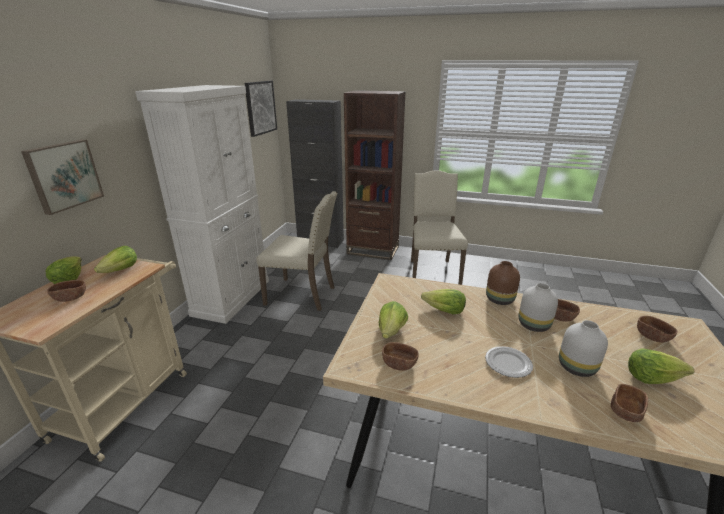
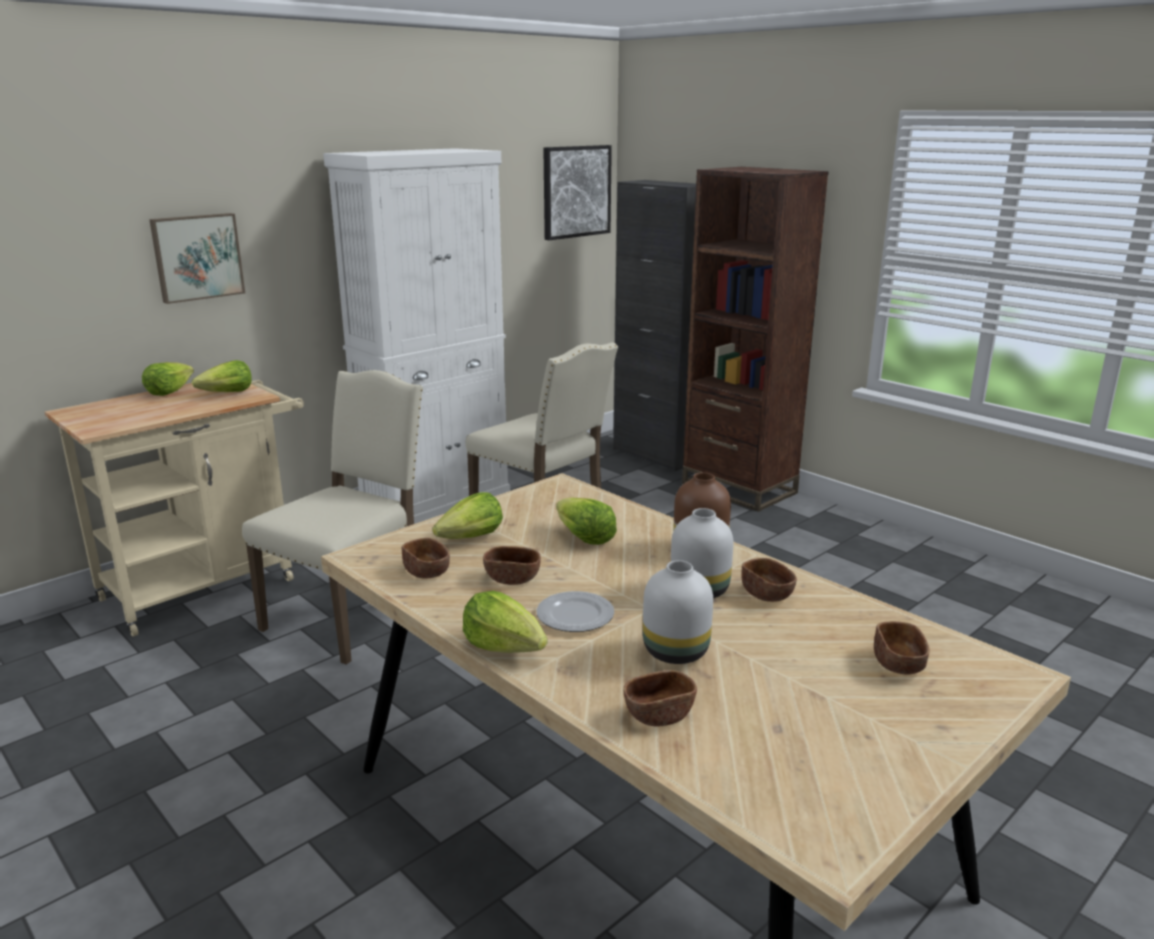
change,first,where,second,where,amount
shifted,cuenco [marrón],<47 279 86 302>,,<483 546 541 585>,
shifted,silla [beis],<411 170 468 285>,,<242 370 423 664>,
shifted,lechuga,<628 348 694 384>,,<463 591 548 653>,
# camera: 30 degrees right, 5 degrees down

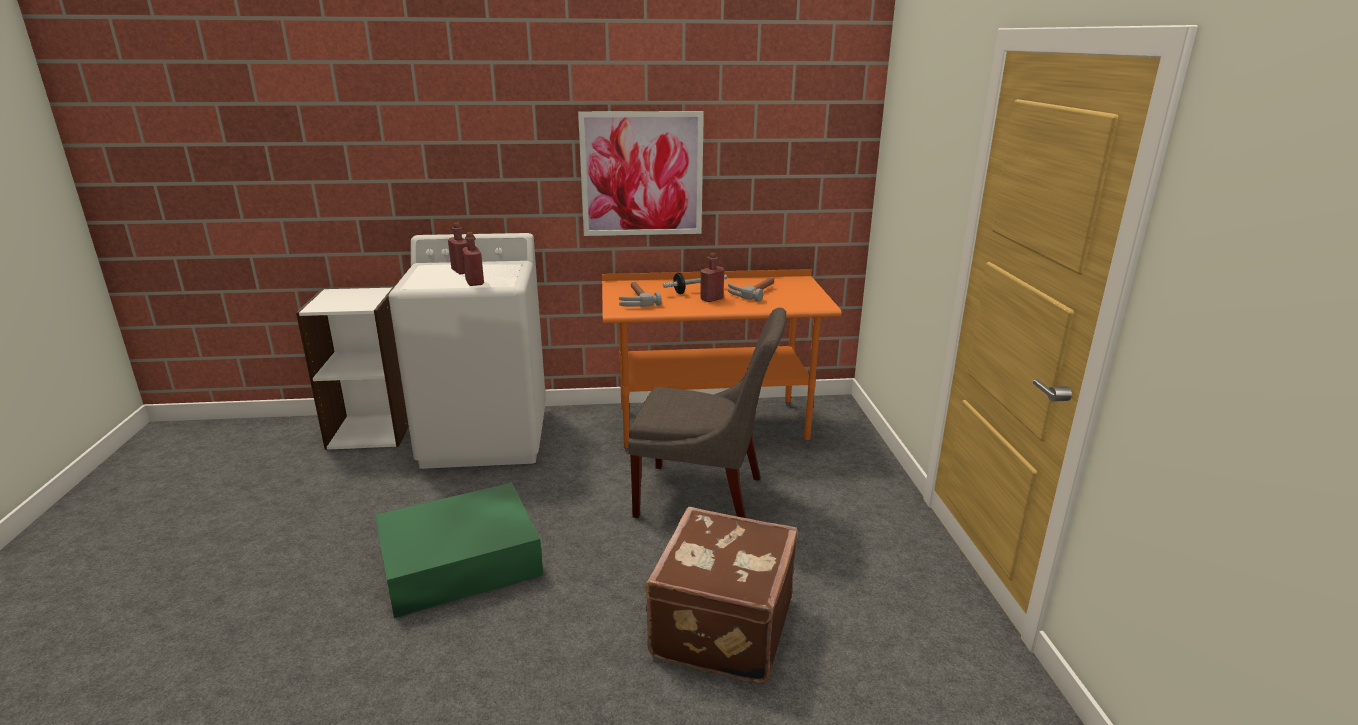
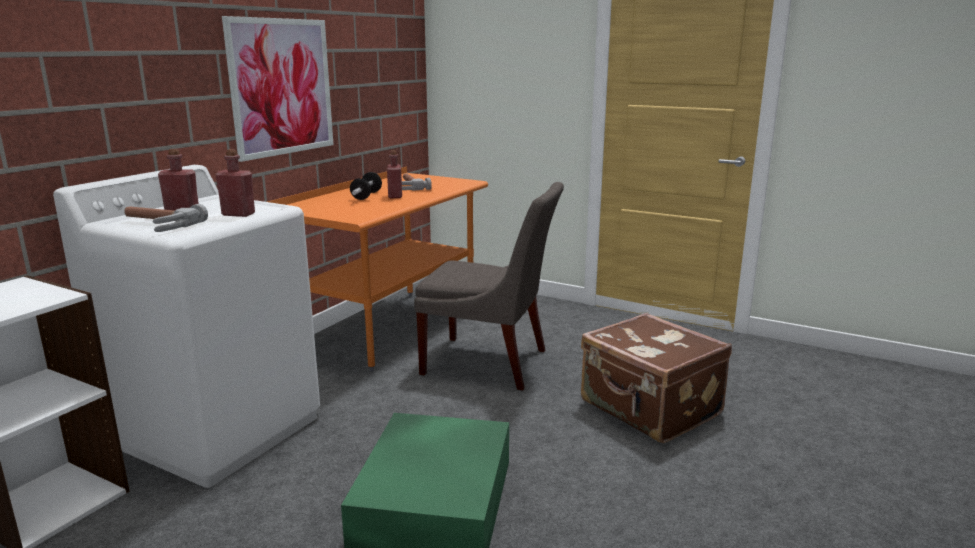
change,first,where,second,where,amount
shifted,martillo,<619 282 662 307>,,<124 204 208 232>,
rotated,silla [gris],<628 308 786 518>,,<414 182 564 390>,60 degrees clockwise
# camera: 55 degrees left, 5 degrees down

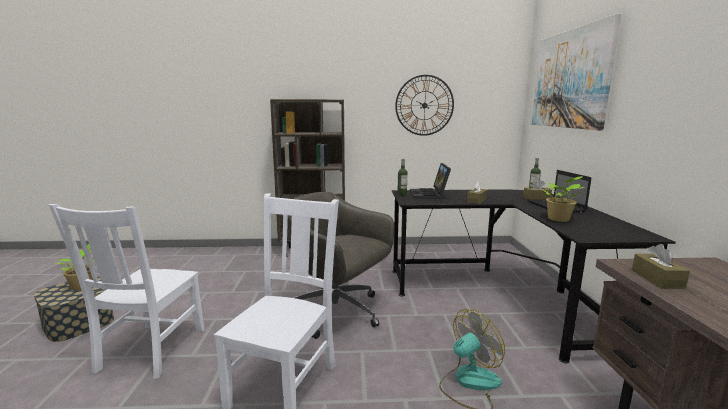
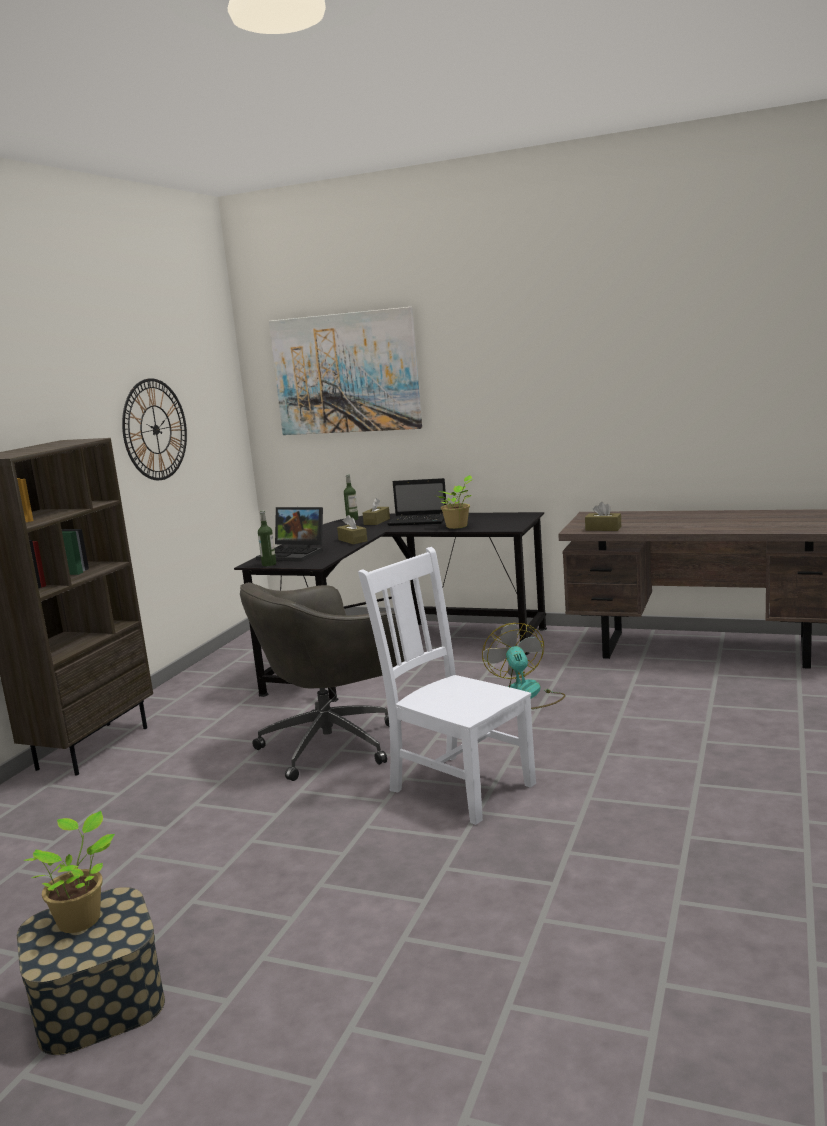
change,first,where,second,where,amount
gone,silla [blanco],<49 204 204 379>,,,
# camera: 65 degrees left, 0 degrees up

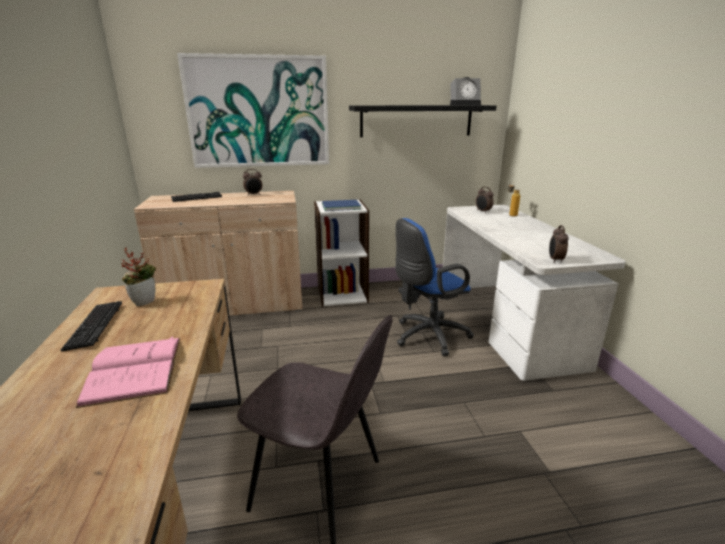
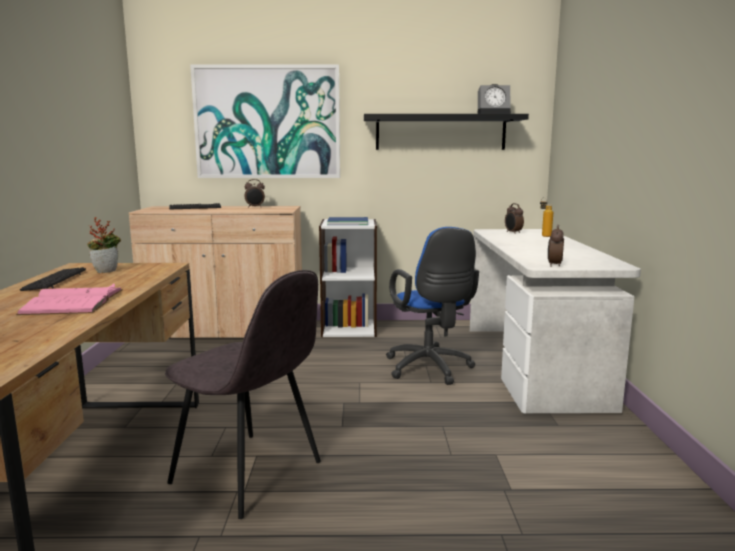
change,first,where,second,where,amount
rotated,silla de oficina [azul],<395 218 474 356>,,<386 227 479 385>,90 degrees counterclockwise
# camera: 10 degrees right, 10 degrees down

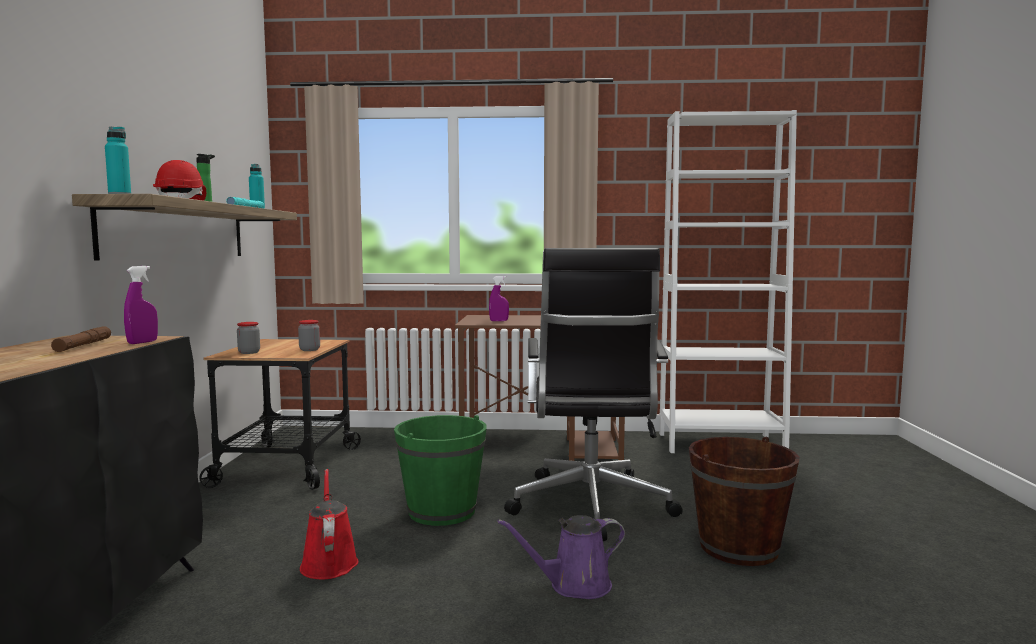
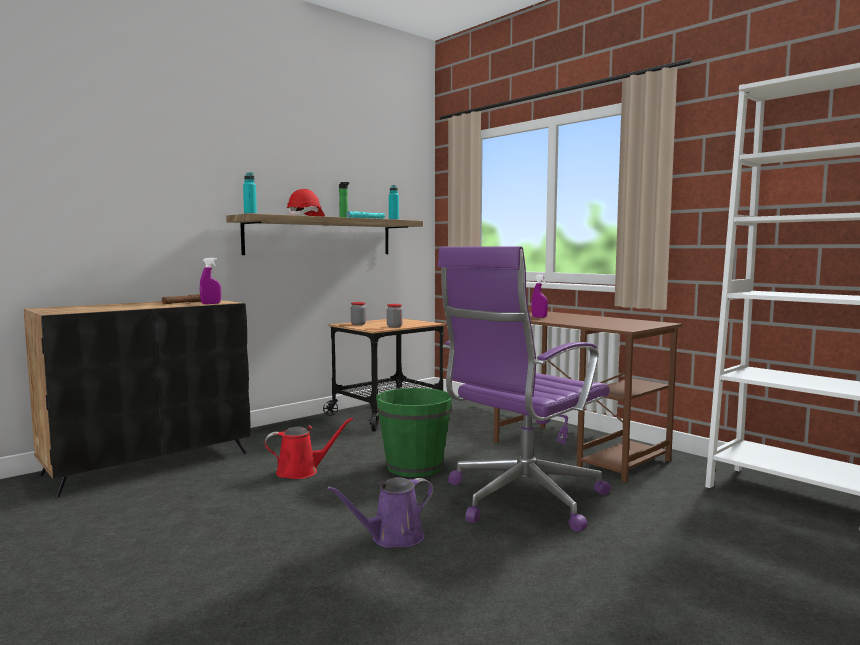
change,first,where,second,where,amount
rotated,regadera [rojo],<300 469 359 579>,,<265 418 353 479>,45 degrees clockwise
rotated,regadera [morado],<497 515 625 599>,,<326 477 433 548>,60 degrees counterclockwise
repainted,silla de oficina [negro],<504 248 683 541>,silla de oficina [morado],<437 246 611 532>,
gone,cubo [marrón],<689 437 800 566>,,,
# camera: 45 degrees right, 0 degrees up

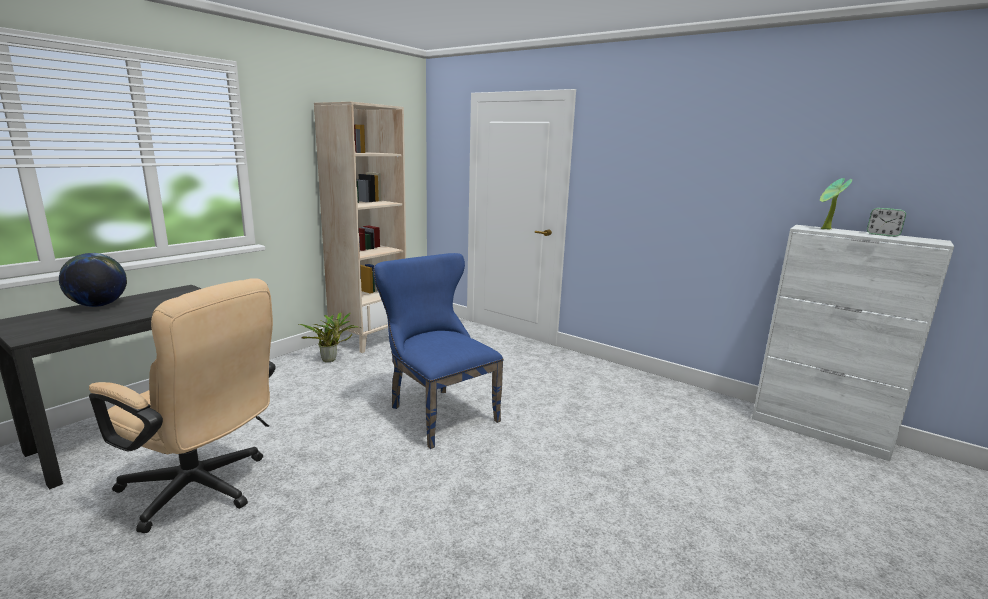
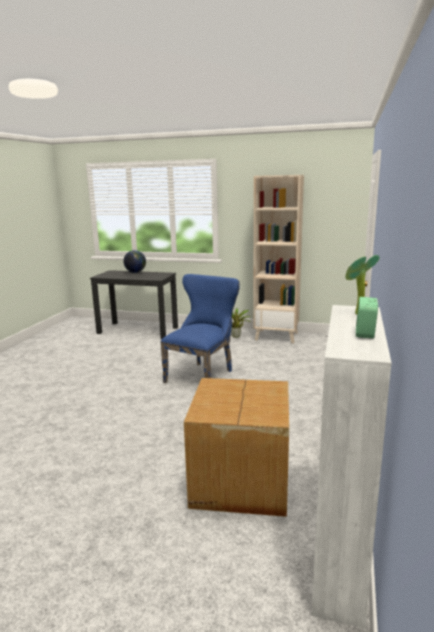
change,first,where,second,where,amount
gone,silla de oficina [beis],<89 278 276 533>,,,
new,,,caja de cartón,<184 378 289 517>,
# camera: 70 degrees right, 0 degrees up

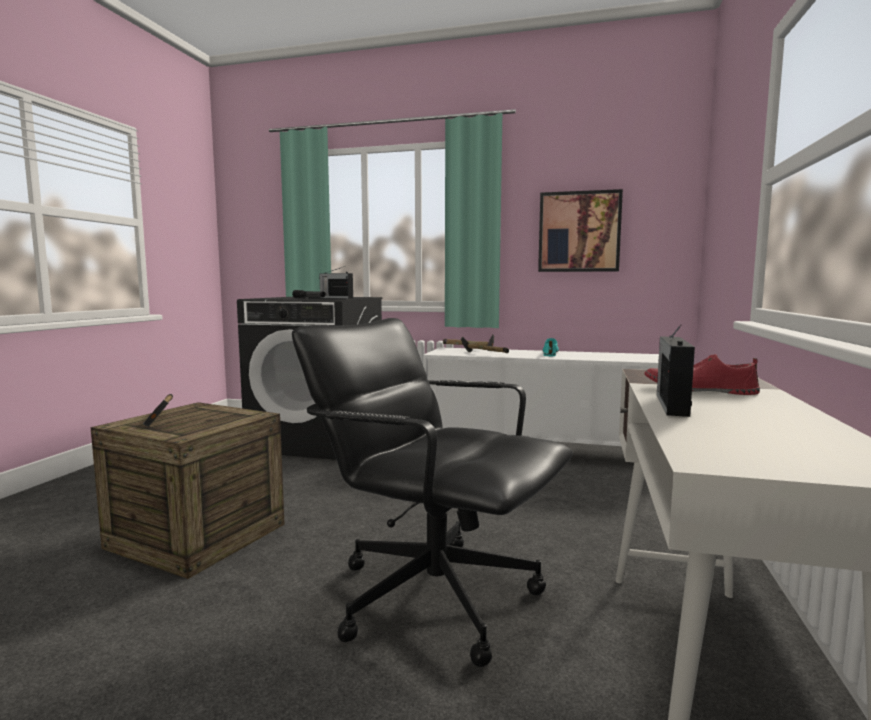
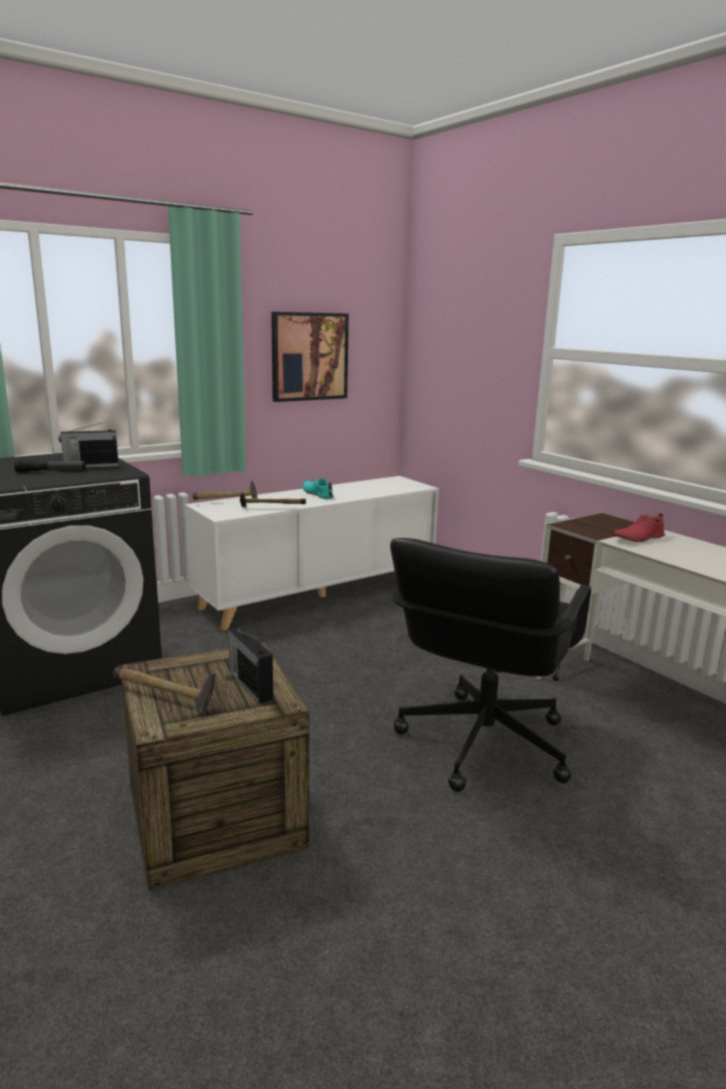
change,first,where,second,where,amount
rotated,silla de oficina [negro],<292 318 573 667>,,<390 538 591 792>,45 degrees counterclockwise
shifted,radio,<657 325 695 417>,,<228 627 273 704>,
# camera: 50 degrees left, 10 degrees up

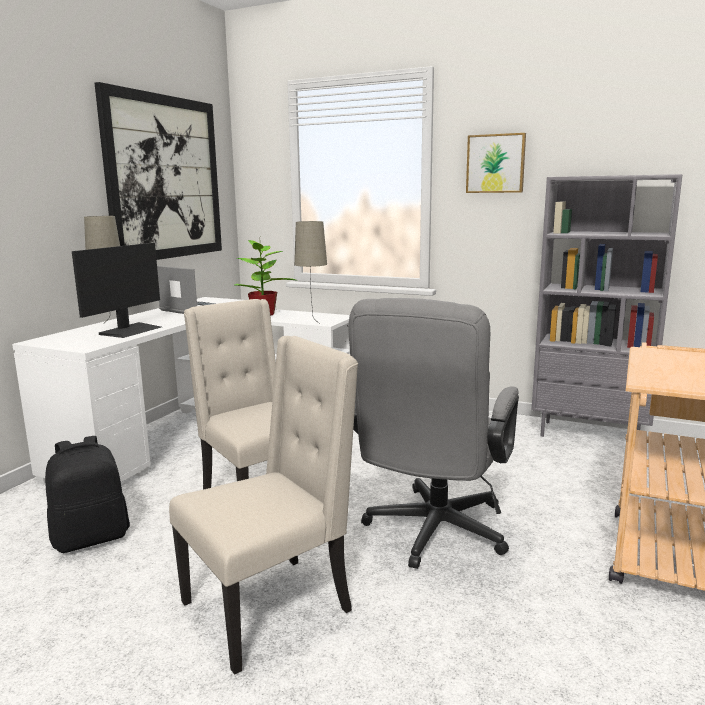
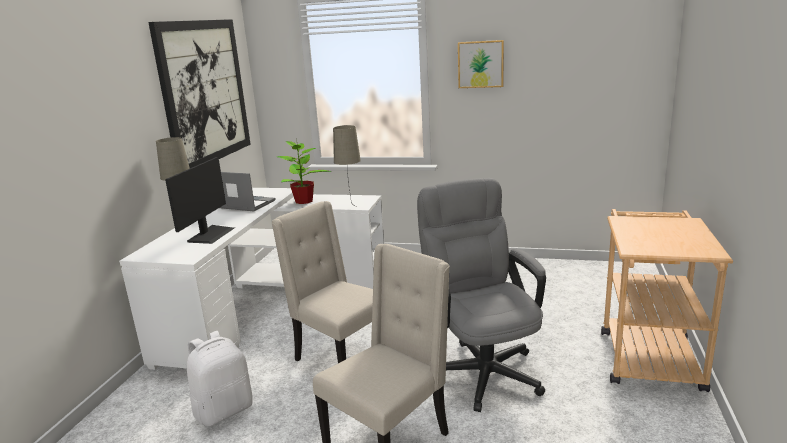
change,first,where,second,where,amount
repainted,mochila [negro],<45 436 130 553>,mochila [blanco],<187 331 253 426>,
rotated,silla de oficina [gris],<349 298 519 569>,,<417 178 546 412>,150 degrees clockwise
gone,estantería [gris],<532 174 683 437>,,,
# camera: 10 degrees left, 5 degrees up

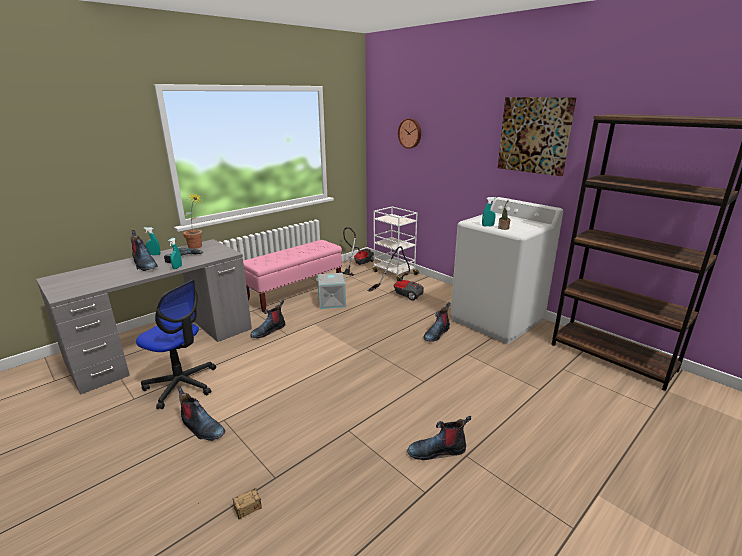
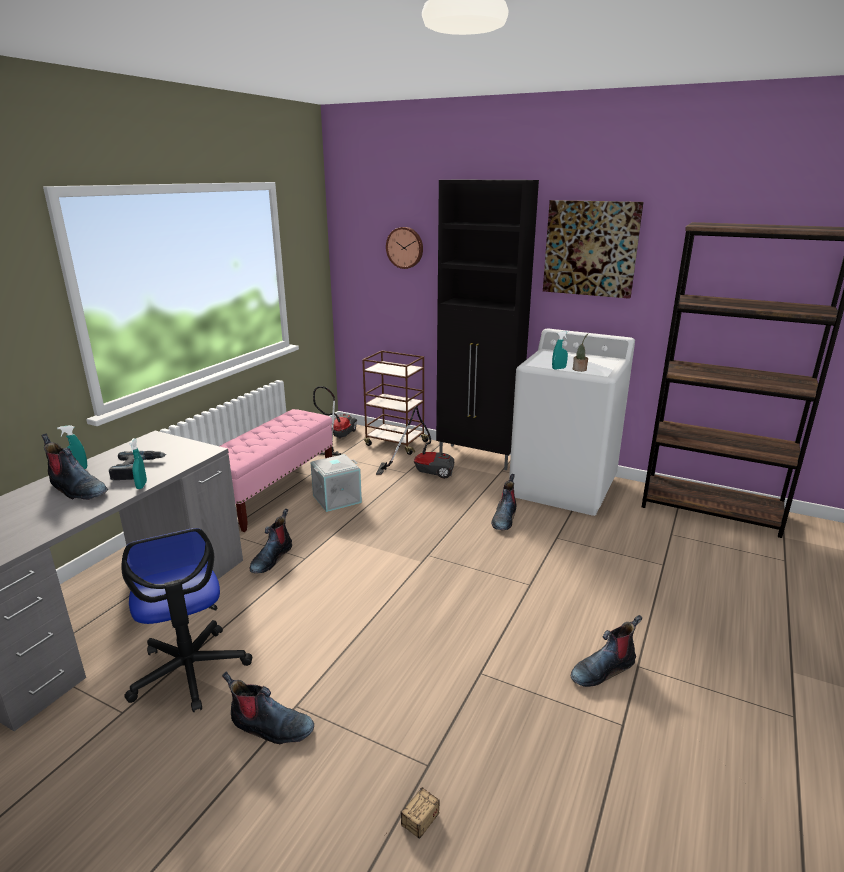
change,first,where,second,where,amount
rotated,silla de oficina,<136 280 216 409>,,<122 528 252 712>,60 degrees clockwise
gone,planta en maceta,<183 193 203 249>,,,
repainted,carrito [blanco],<373 207 419 281>,carrito [marrón],<362 350 429 455>,
new,,,armario [negro],<436 180 539 470>,
# camera: 20 degrees left, 0 degrees up

